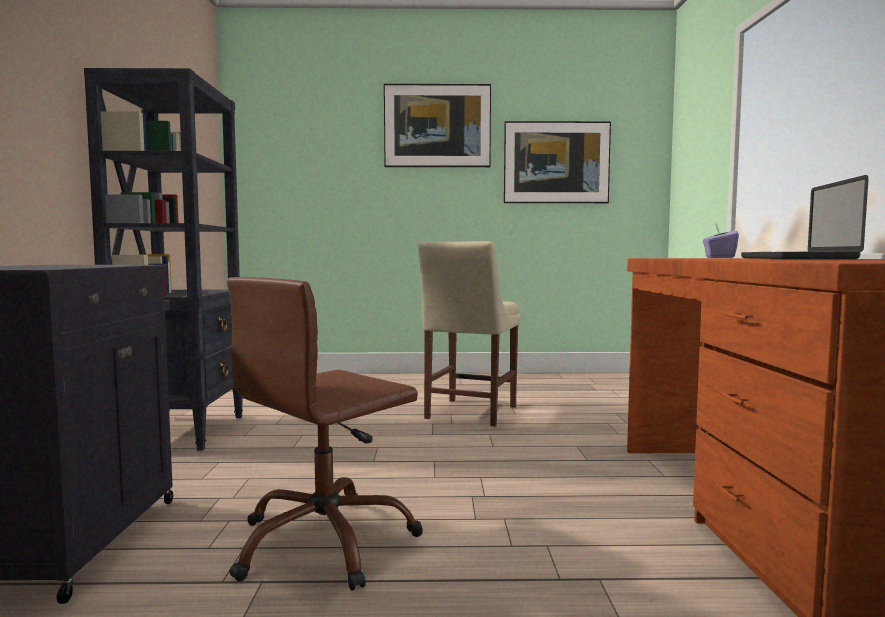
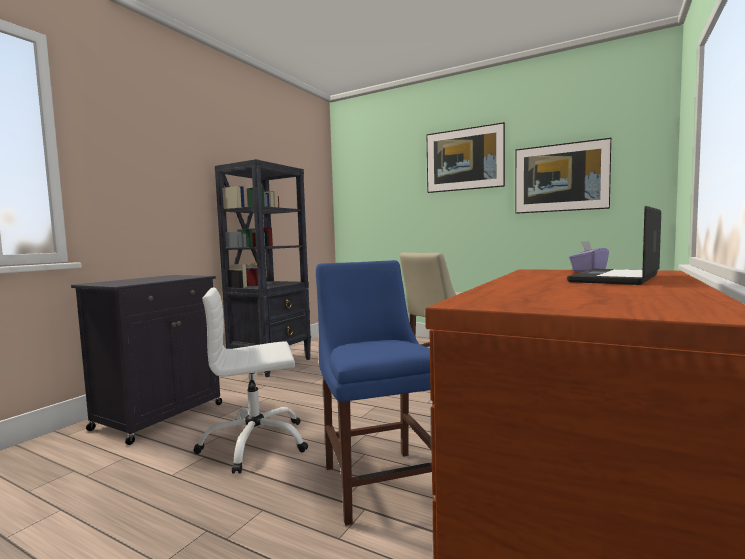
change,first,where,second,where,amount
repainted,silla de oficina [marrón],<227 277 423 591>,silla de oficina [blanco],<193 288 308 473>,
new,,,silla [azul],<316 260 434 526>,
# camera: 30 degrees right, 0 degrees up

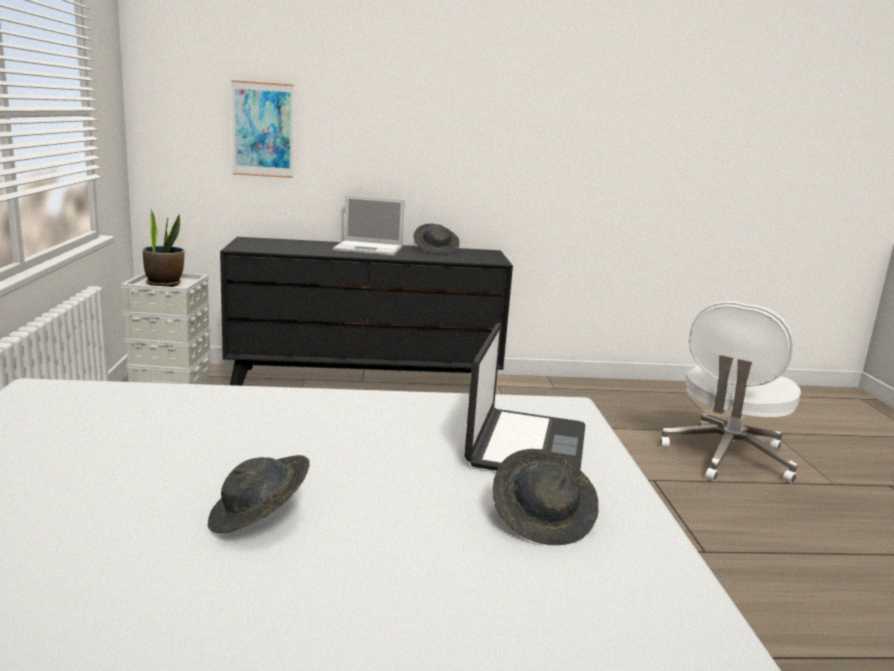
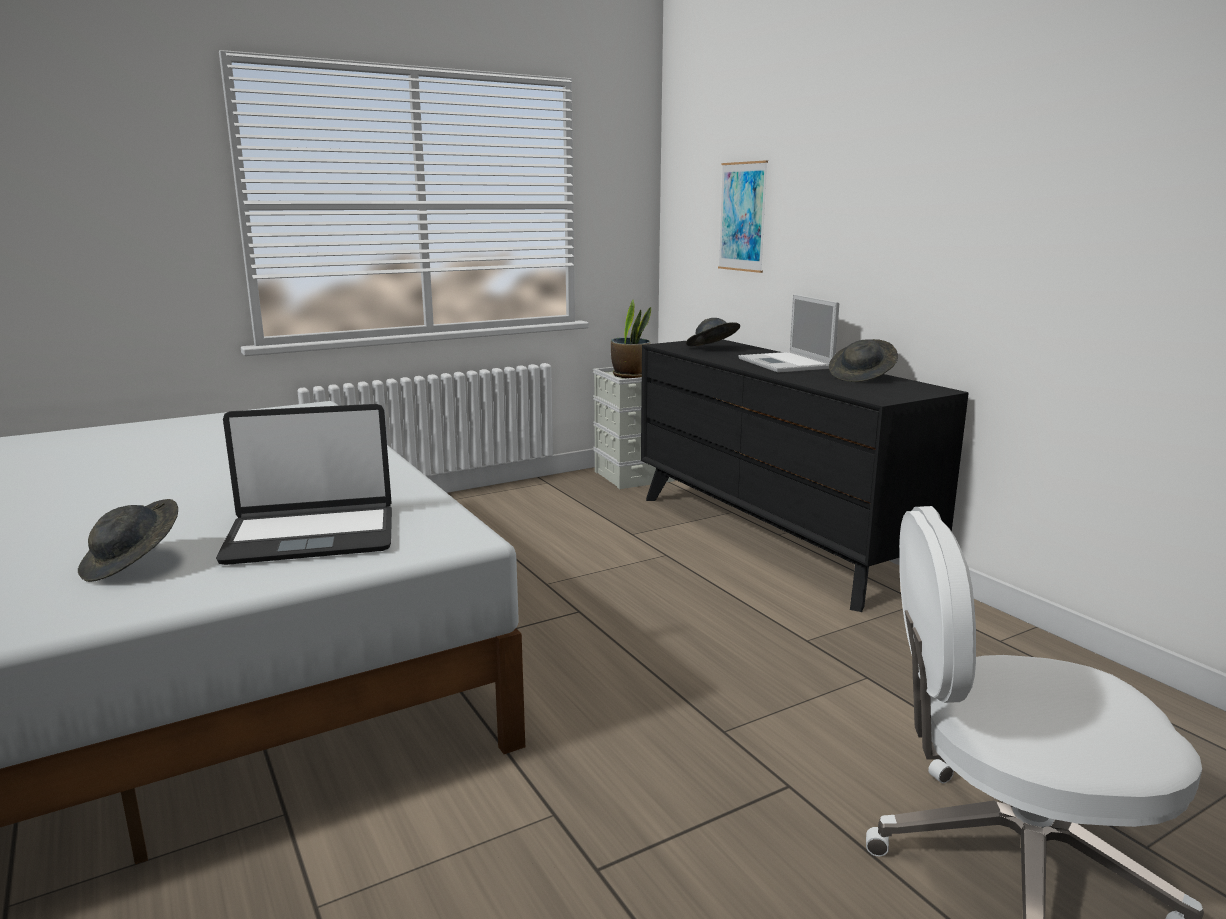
change,first,where,second,where,amount
shifted,sombrero [gris],<208 455 309 533>,,<686 318 740 346>,
# camera: 65 degrees right, 0 degrees up

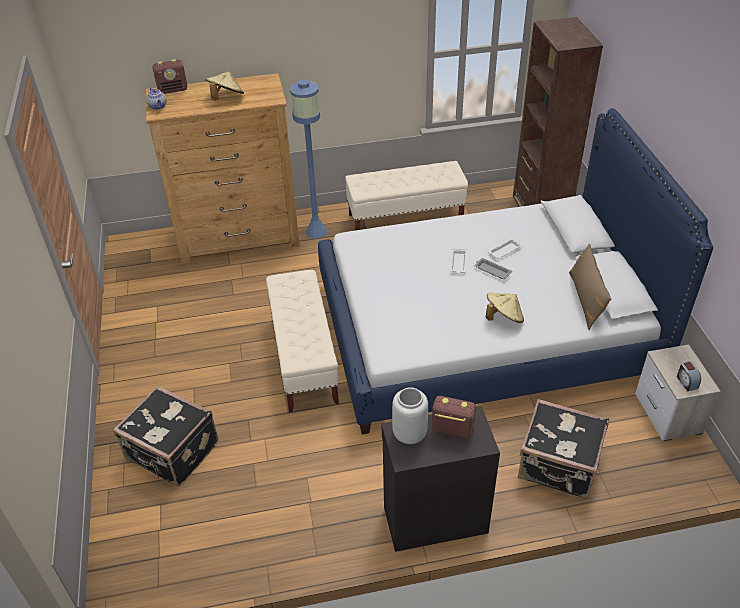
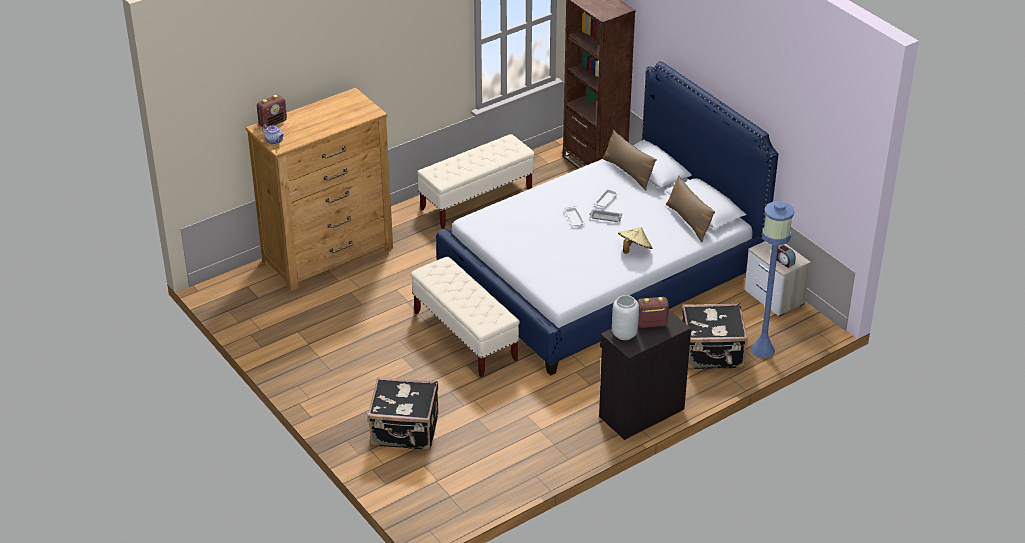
change,first,where,second,where,amount
gone,sombrero [beis],<205 71 244 101>,,,
shifted,lámpara de pie [azul],<290 79 327 238>,,<751 201 794 358>,
new,,,cojín [marrón],<602 129 657 190>,
# camera: 25 degrees left, 5 degrees down

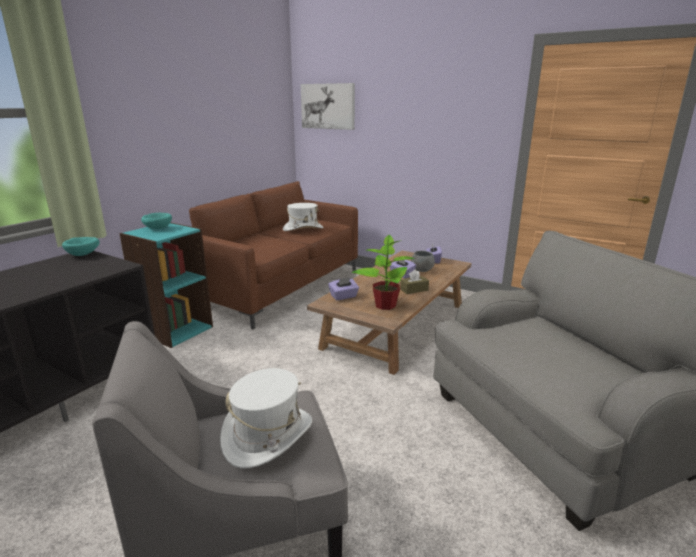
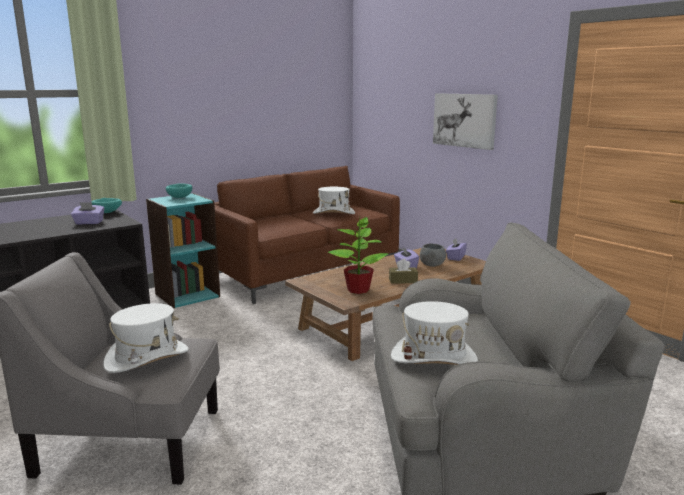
change,first,where,second,where,amount
shifted,cuadro,<301 83 355 130>,,<433 93 498 150>,
shifted,caja de pañuelos [morado],<328 277 359 300>,,<71 202 104 224>,
new,,,sombrero [blanco],<391 301 478 365>,
# camera: 20 degrees right, 5 degrees down

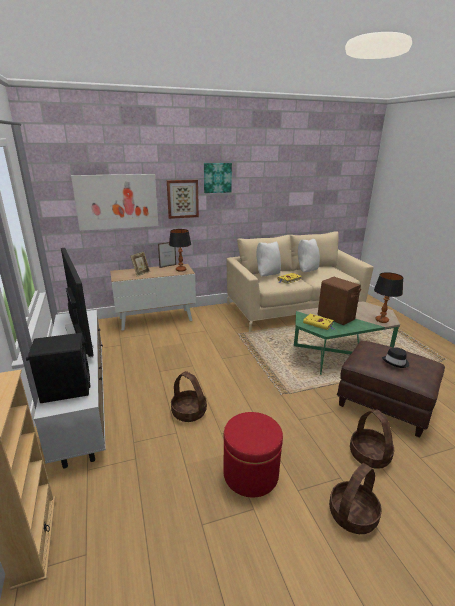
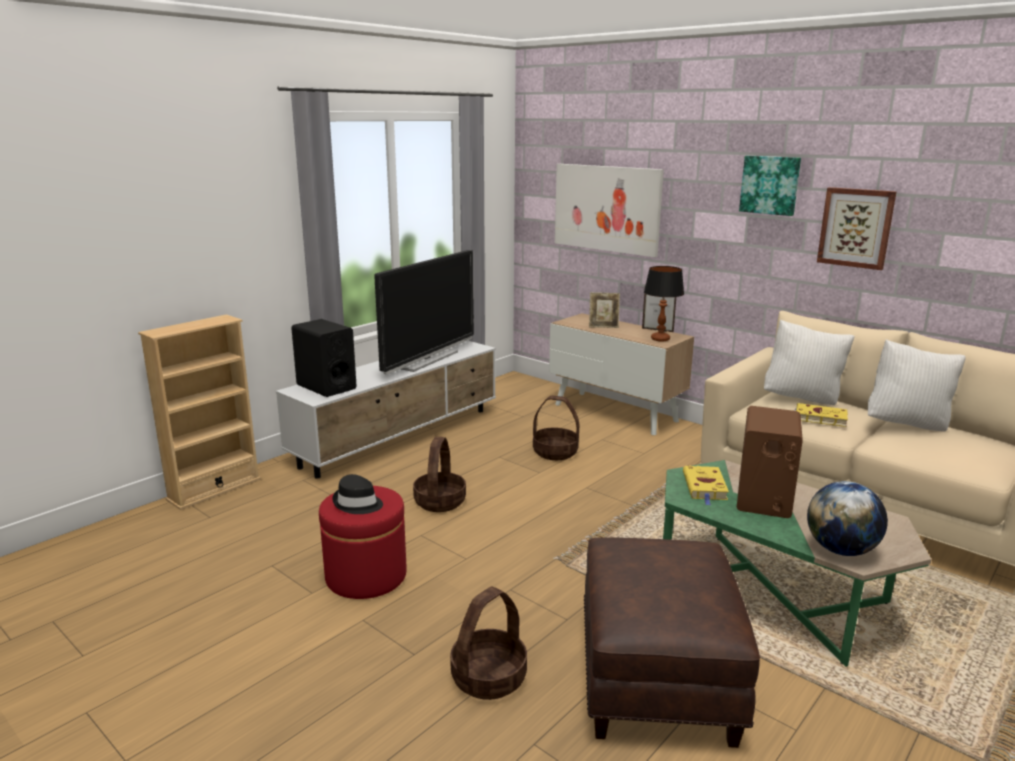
change,first,where,second,where,amount
shifted,cuadro,<167 180 199 219>,,<817 187 896 270>,
shifted,cesta,<329 463 382 534>,,<533 395 580 460>,
swapped,lámpara de mesa,<374 272 403 323>,globo terráqueo,<807 481 888 556>,
shifted,sombrero [negro],<382 347 409 368>,,<333 474 383 514>,
# camera: 60 degrees right, 5 degrees down

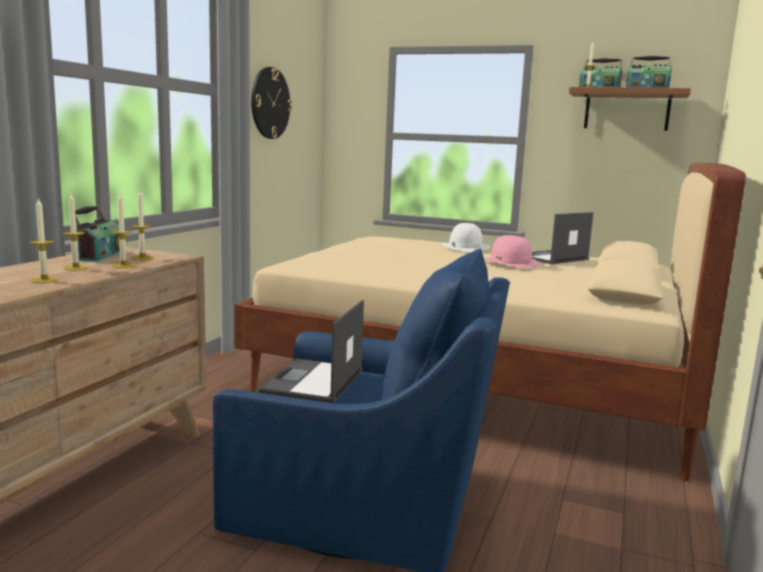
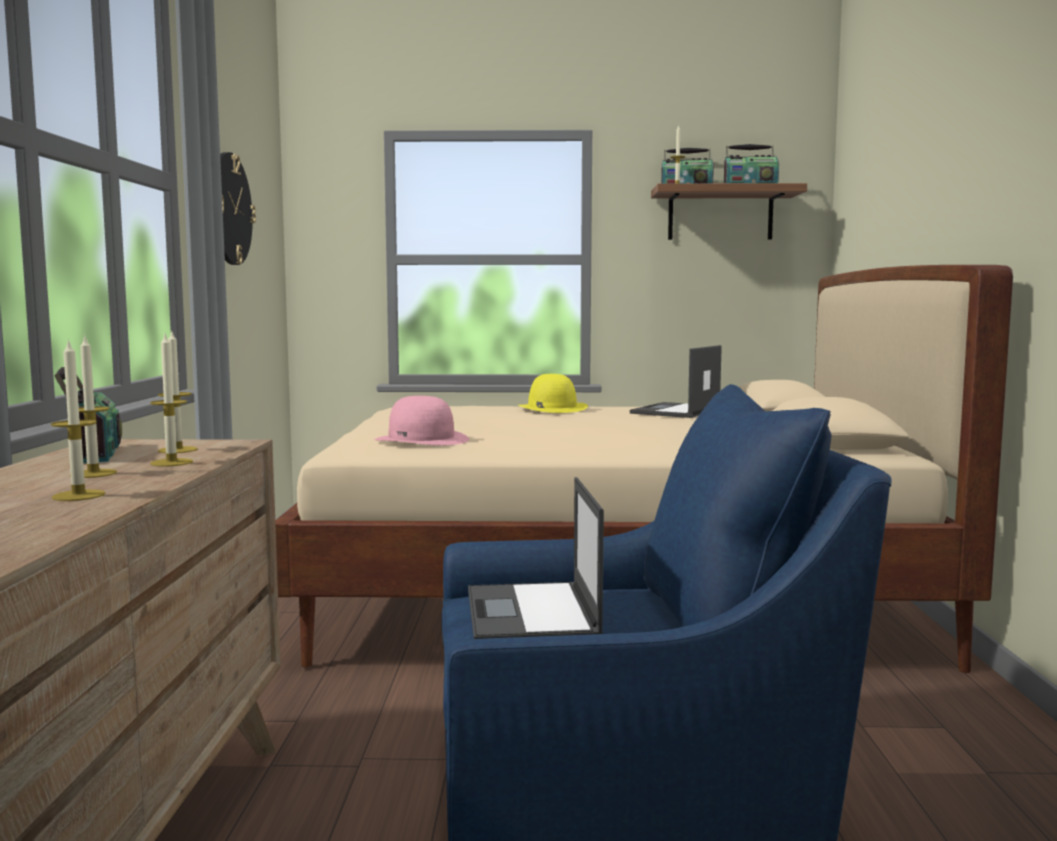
change,first,where,second,where,amount
repainted,sombrero [blanco],<442 223 490 252>,sombrero [amarillo],<518 374 588 413>,
shifted,sombrero [rosa],<484 235 541 268>,,<374 396 469 445>,
# camera: 20 degrees left, 5 degrees down

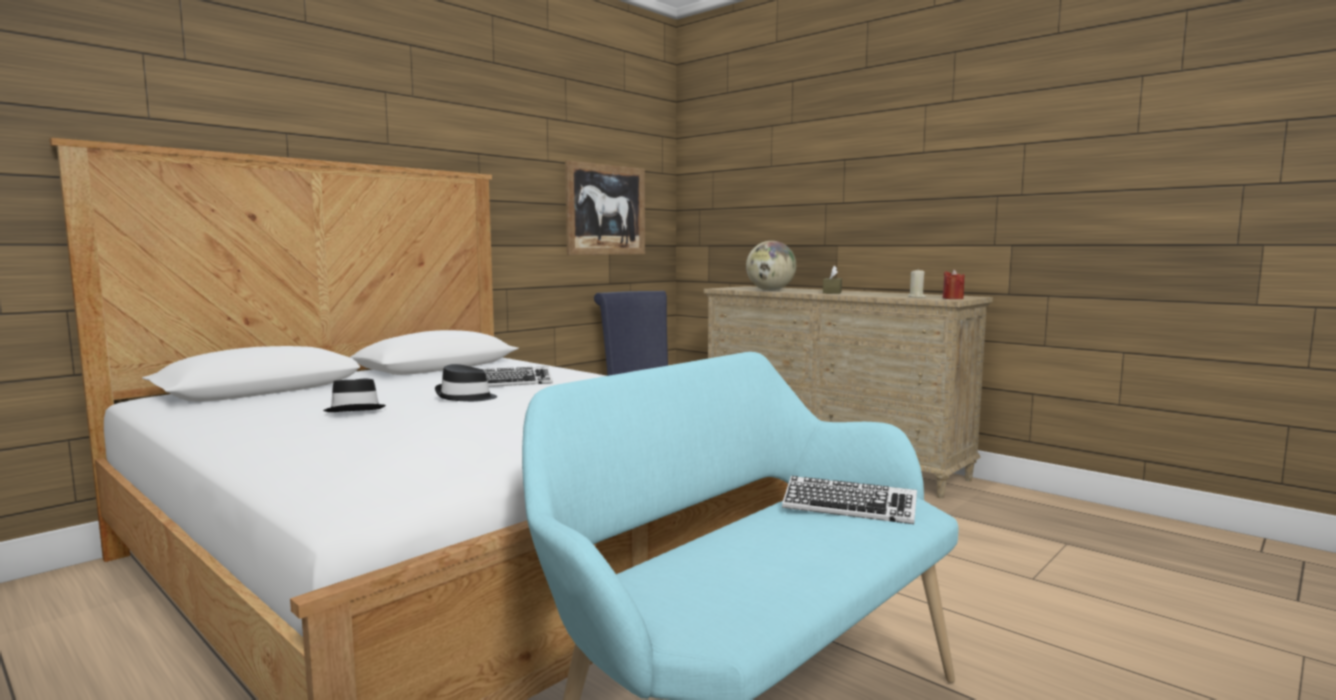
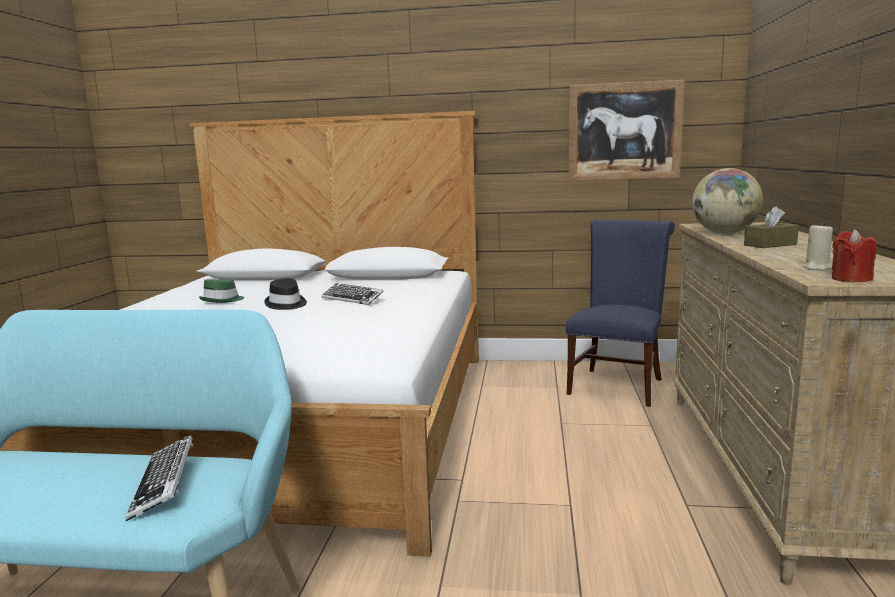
change,first,where,second,where,amount
repainted,sombrero [negro],<323 379 386 412>,sombrero [verde],<198 279 244 303>,
# camera: 55 degrees right, 5 degrees up

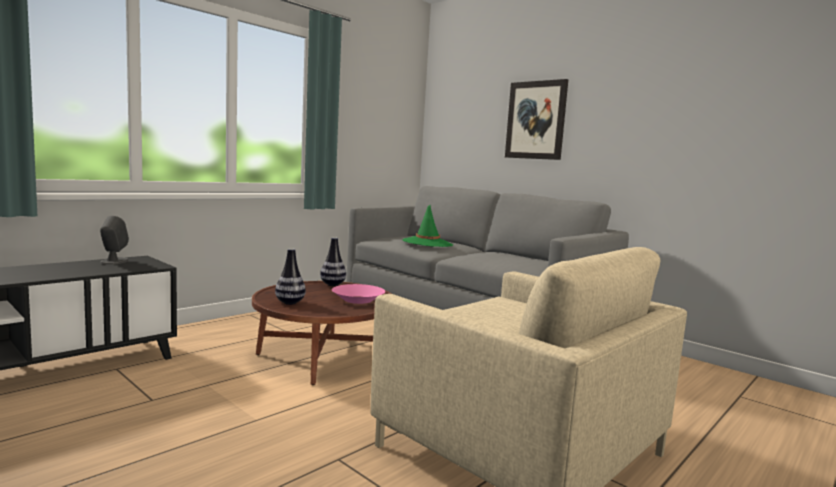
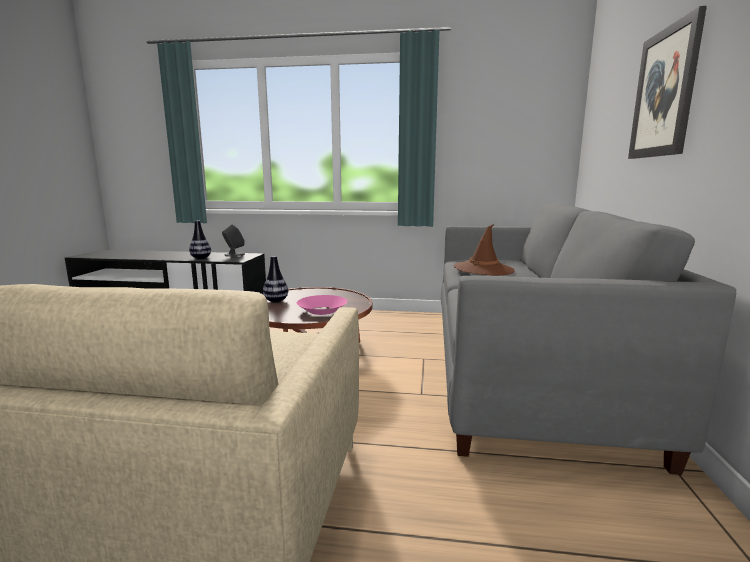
change,first,where,second,where,amount
shifted,florero,<320 237 346 286>,,<189 221 211 259>,
repainted,sombrero [verde],<402 204 453 247>,sombrero [marrón],<454 224 515 275>,
# camera: 55 degrees right, 5 degrees up

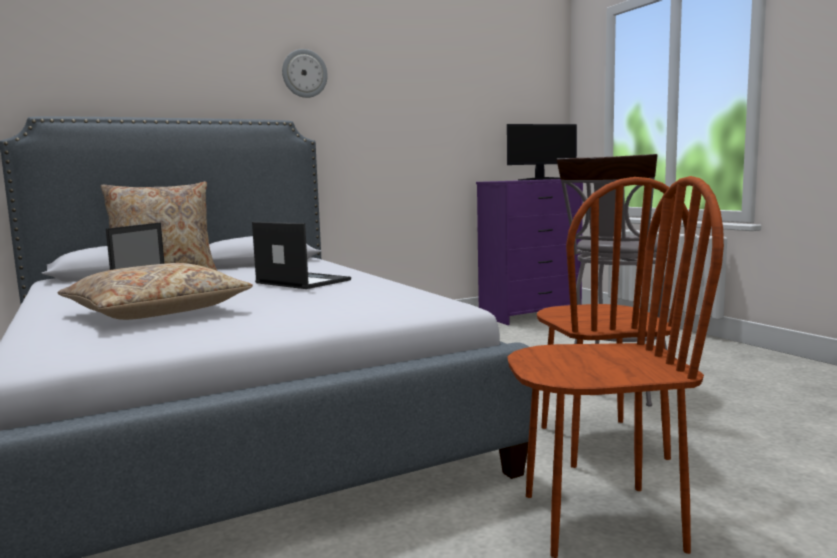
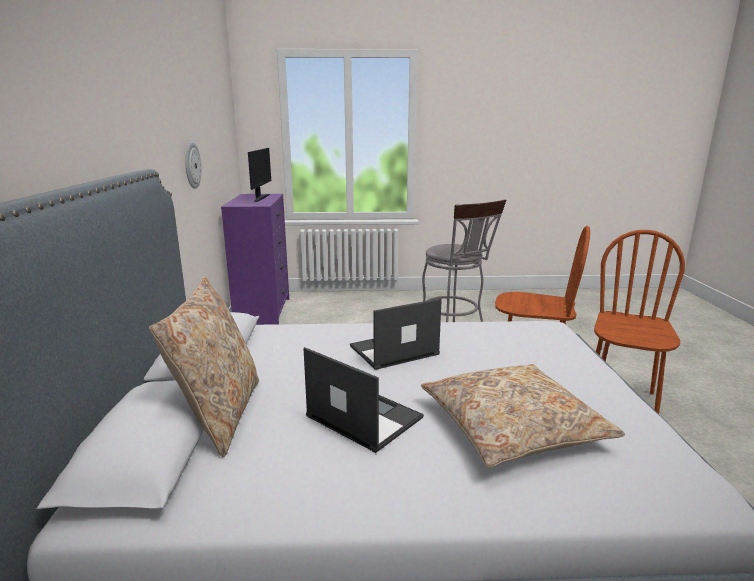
change,first,where,second,where,amount
shifted,reloj de pared,<282 49 328 98>,,<185 142 201 189>,
# camera: 65 degrees left, 10 degrees up

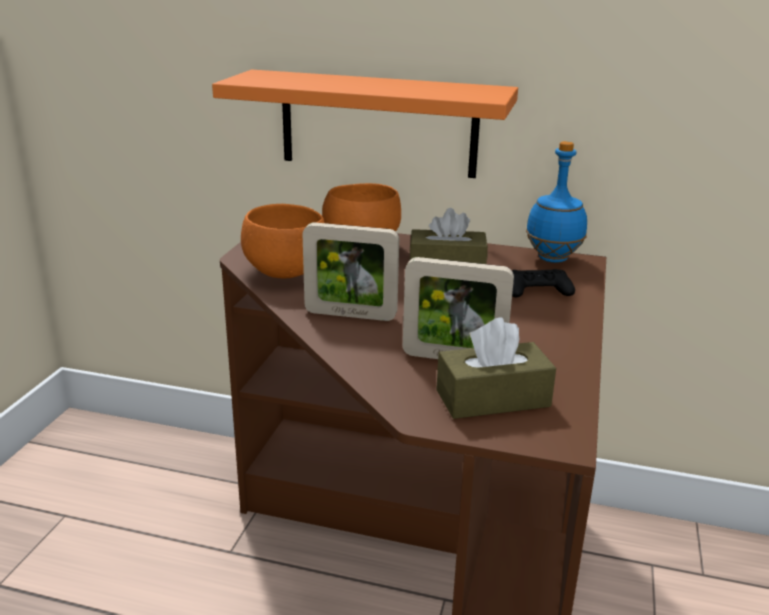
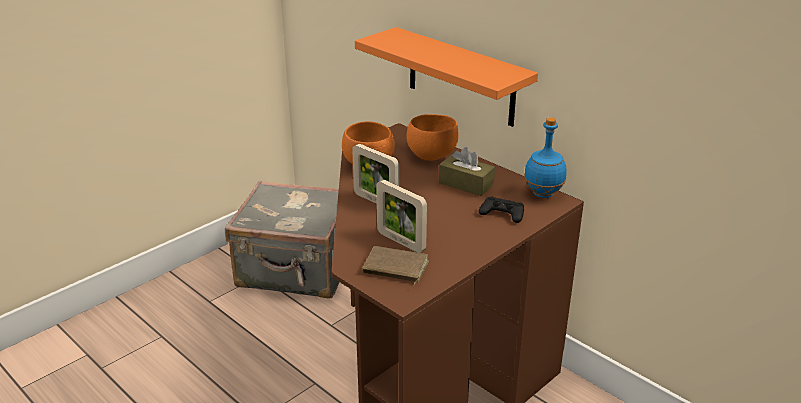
change,first,where,second,where,amount
swapped,caja de pañuelos [marrón],<436 317 556 419>,libro [marrón],<363 246 429 286>,
new,,,maleta [gris],<225 181 340 299>,
# camera: 30 degrees right, 5 degrees up

